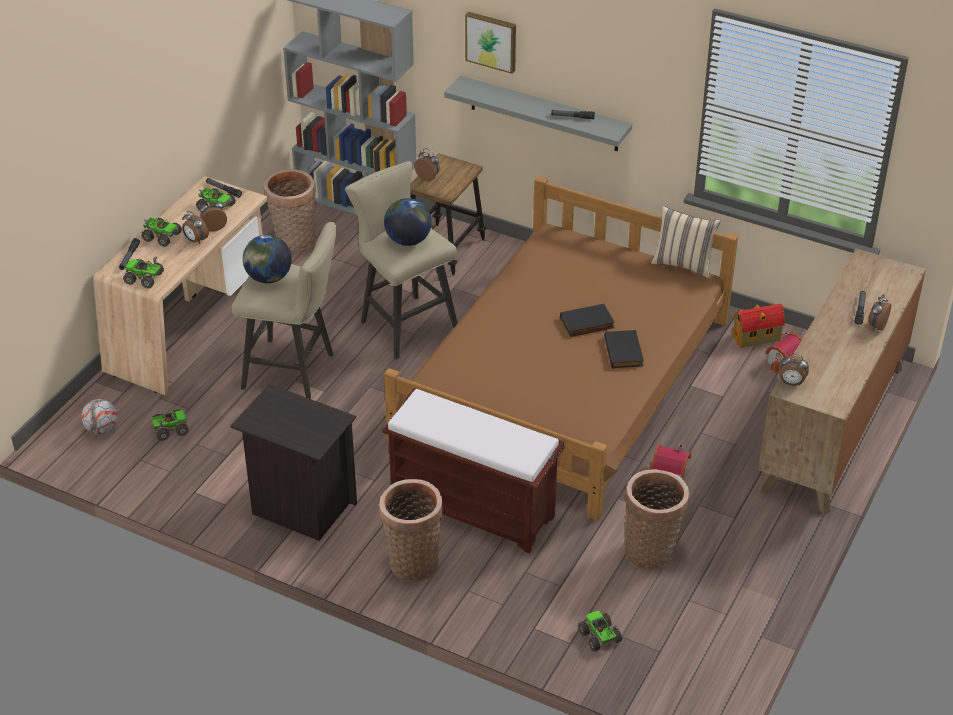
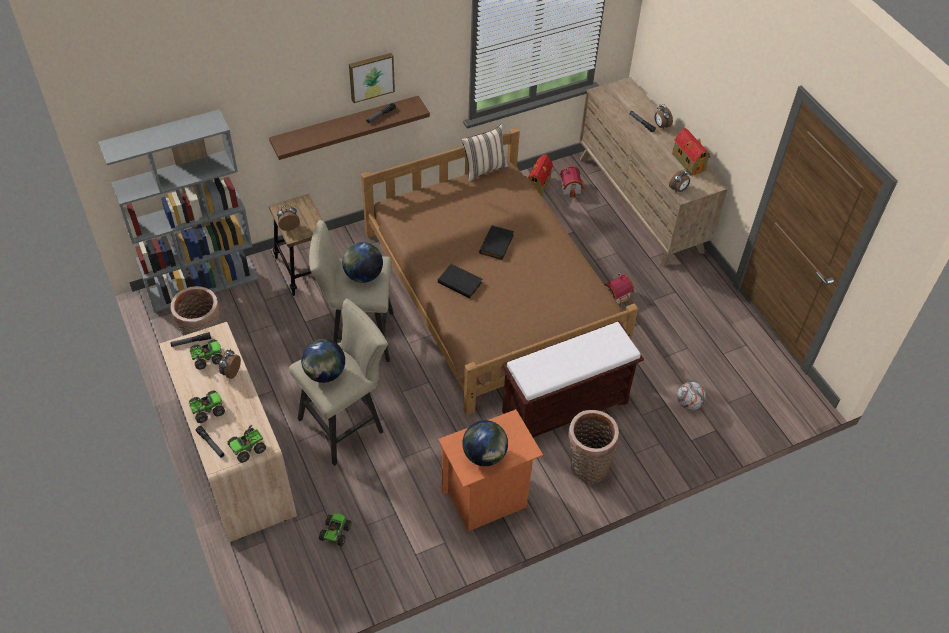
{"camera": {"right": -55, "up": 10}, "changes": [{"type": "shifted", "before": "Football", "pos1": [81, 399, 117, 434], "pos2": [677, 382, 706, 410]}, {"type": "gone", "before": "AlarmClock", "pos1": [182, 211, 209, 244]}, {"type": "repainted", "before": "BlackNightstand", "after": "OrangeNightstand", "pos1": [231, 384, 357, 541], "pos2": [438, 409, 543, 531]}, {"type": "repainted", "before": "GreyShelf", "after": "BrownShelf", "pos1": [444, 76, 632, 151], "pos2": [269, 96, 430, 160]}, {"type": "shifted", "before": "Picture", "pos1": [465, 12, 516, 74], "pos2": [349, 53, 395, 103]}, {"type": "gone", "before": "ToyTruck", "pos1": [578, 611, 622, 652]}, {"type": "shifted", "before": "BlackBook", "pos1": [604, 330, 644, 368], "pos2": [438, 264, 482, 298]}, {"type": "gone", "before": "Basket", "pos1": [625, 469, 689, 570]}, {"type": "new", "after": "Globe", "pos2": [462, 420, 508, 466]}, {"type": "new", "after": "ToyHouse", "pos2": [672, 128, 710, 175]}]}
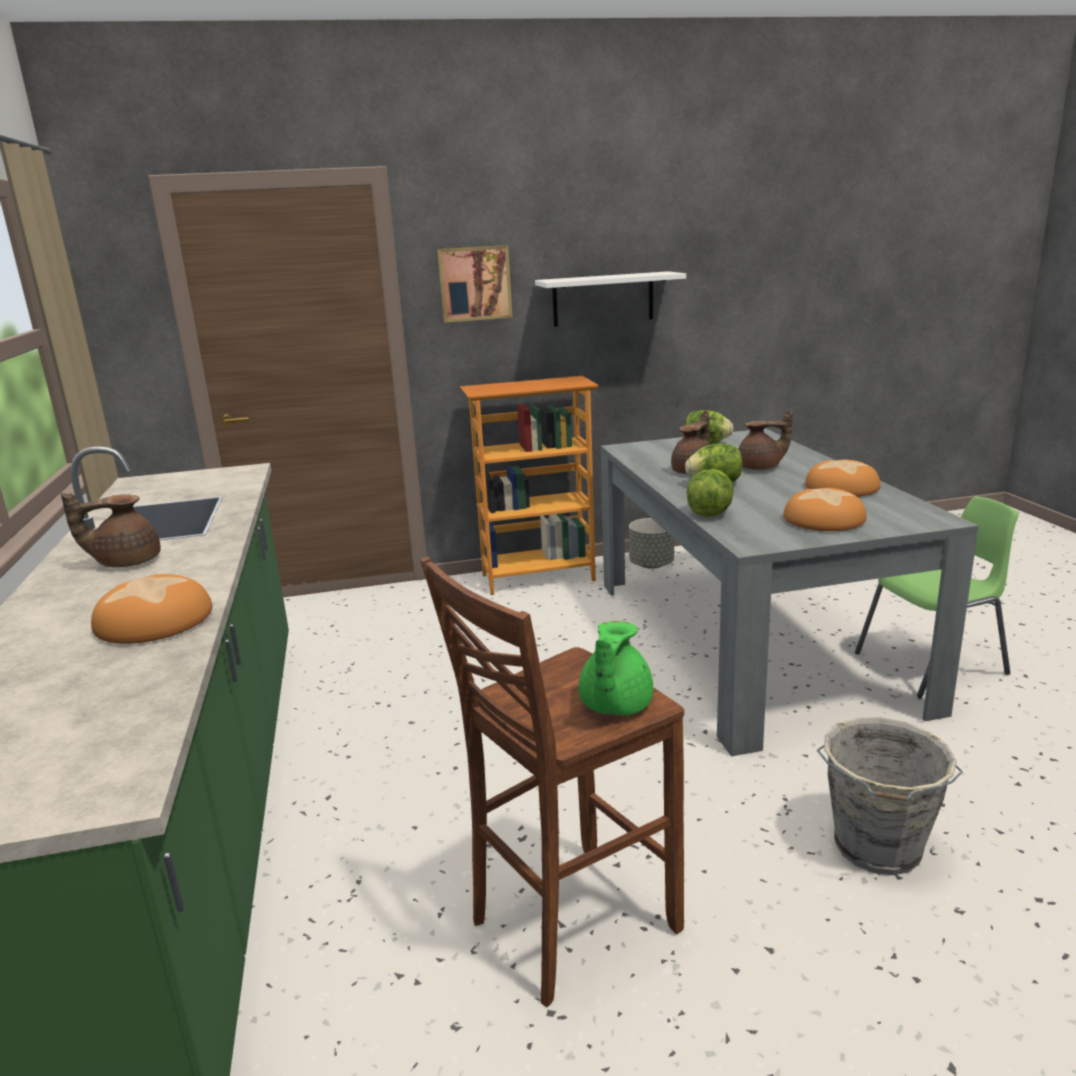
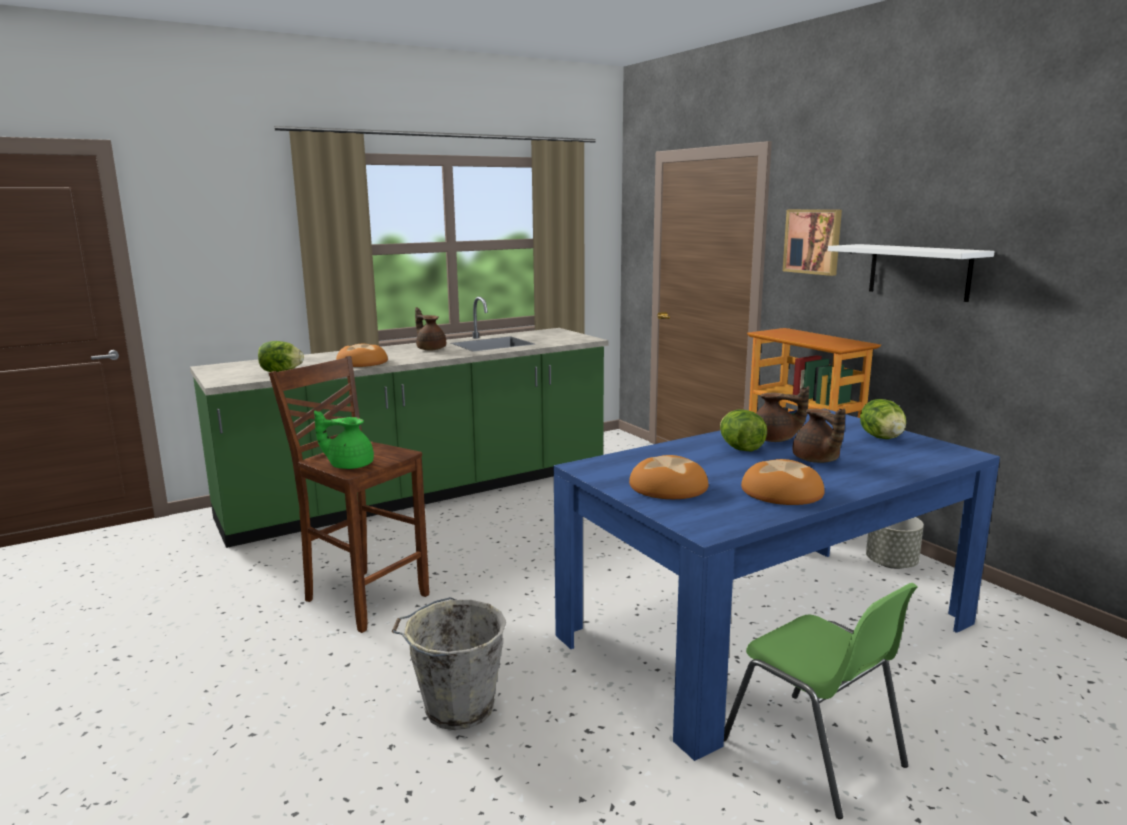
{"camera": {"right": 70, "up": -5}, "changes": [{"type": "repainted", "before": "GreyDiningTable", "after": "BlueDiningTable", "pos1": [601, 428, 978, 756], "pos2": [554, 409, 1000, 761]}, {"type": "shifted", "before": "Lettuce", "pos1": [686, 469, 734, 517], "pos2": [258, 341, 304, 372]}]}
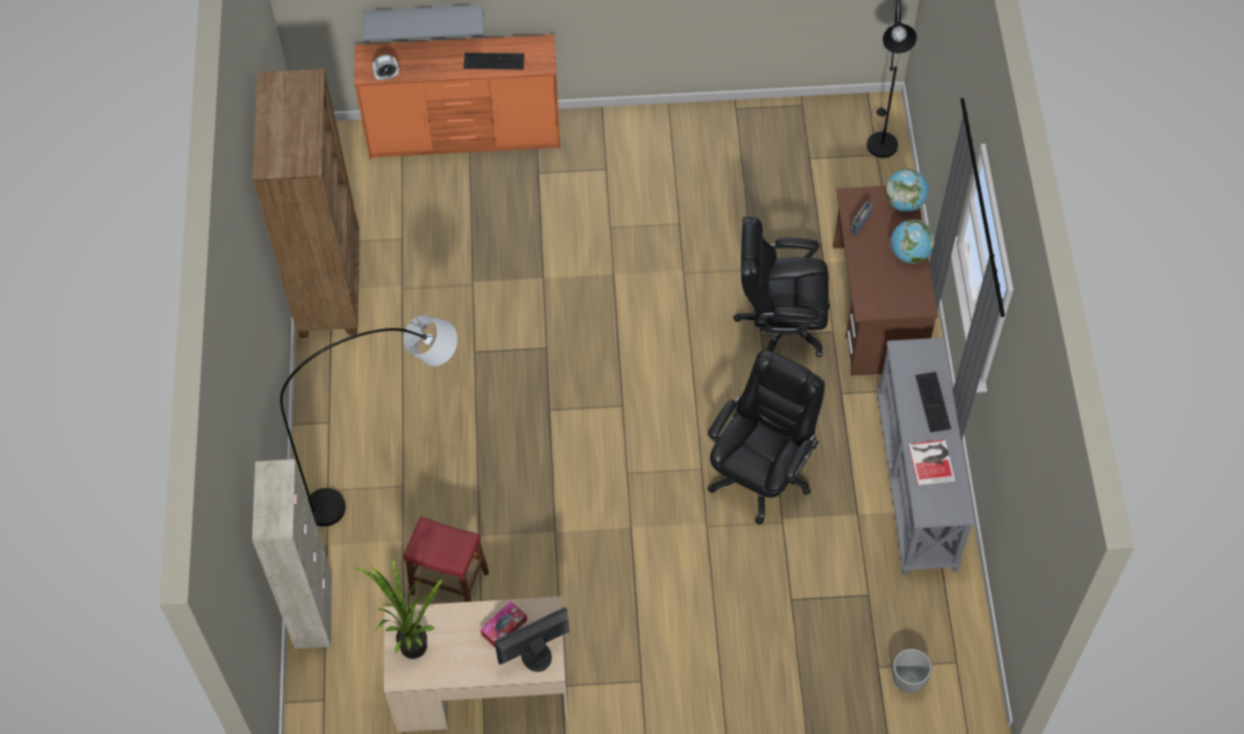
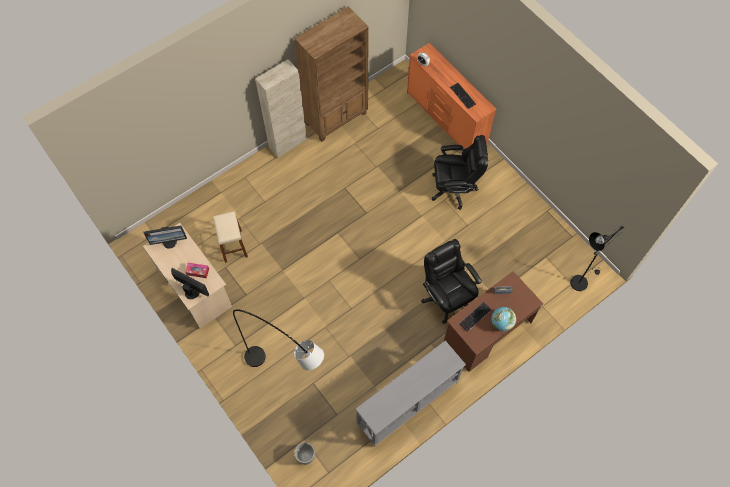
{"camera": {"right": 55, "up": 5}, "changes": [{"type": "shifted", "before": "BeigeCabinet", "pos1": [252, 459, 332, 649], "pos2": [255, 59, 307, 158]}, {"type": "shifted", "before": "GreyFloorLamp", "pos1": [280, 315, 457, 526], "pos2": [233, 309, 324, 371]}, {"type": "swapped", "before": "PottedPlant", "after": "Monitor", "pos1": [356, 558, 444, 659], "pos2": [144, 226, 187, 249]}, {"type": "gone", "before": "GreyShelf", "pos1": [363, 4, 484, 41]}, {"type": "repainted", "before": "RedStool", "after": "BeigeStool", "pos1": [403, 516, 489, 602], "pos2": [213, 211, 248, 263]}, {"type": "shifted", "before": "BlackOfficeChair", "pos1": [707, 350, 825, 525], "pos2": [432, 135, 488, 210]}, {"type": "gone", "before": "Globe", "pos1": [886, 169, 929, 212]}, {"type": "gone", "before": "Book", "pos1": [908, 439, 955, 486]}, {"type": "shifted", "before": "Keyboard", "pos1": [915, 372, 951, 432], "pos2": [459, 302, 491, 332]}]}
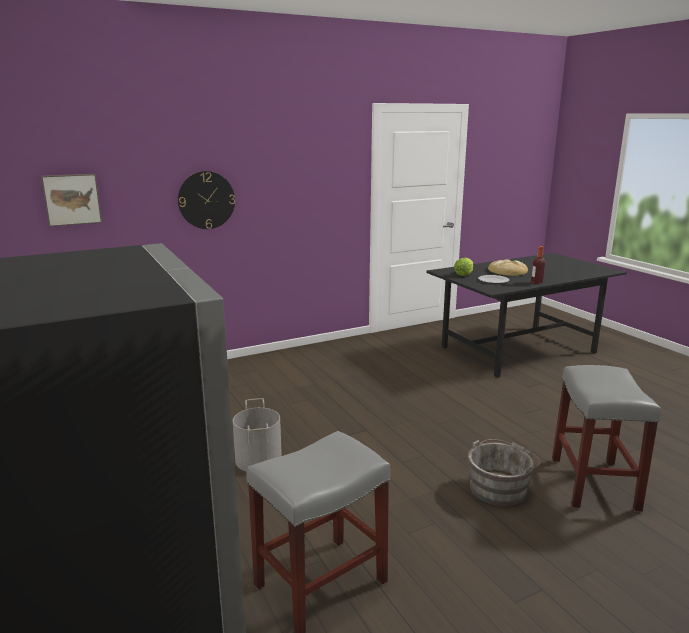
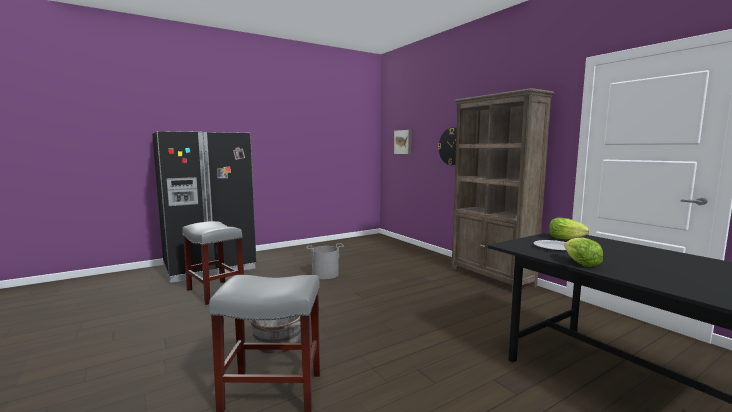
{"camera": {"right": 85, "up": -10}, "changes": [{"type": "gone", "before": "Bread", "pos1": [488, 259, 528, 276]}, {"type": "swapped", "before": "Bottle", "after": "Lettuce", "pos1": [531, 246, 545, 284], "pos2": [564, 237, 603, 267]}, {"type": "new", "after": "BrownBookcase", "pos2": [451, 88, 554, 293]}]}
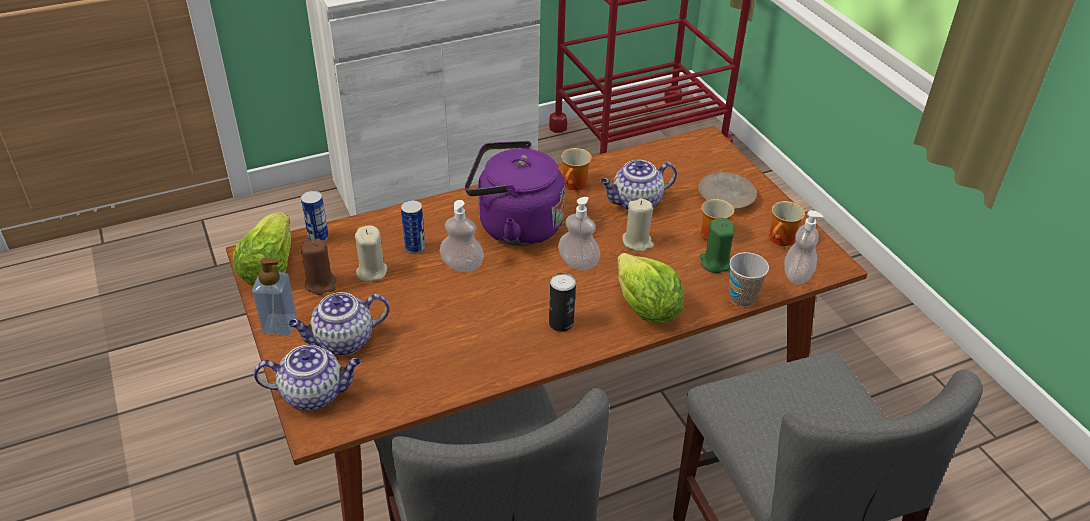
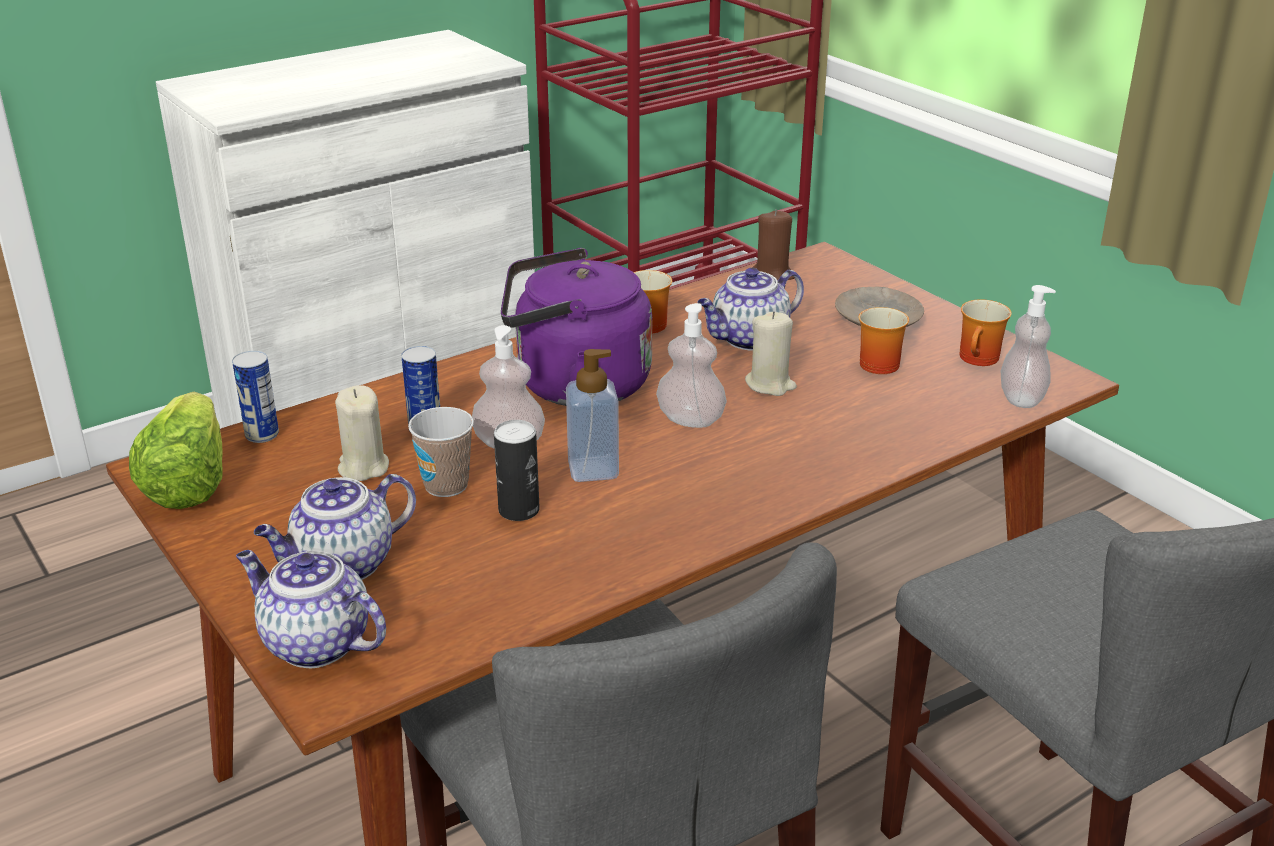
{"camera": {"right": -10, "up": -10}, "changes": [{"type": "shifted", "before": "SoapDispenser", "pos1": [252, 257, 297, 335], "pos2": [566, 349, 619, 482]}, {"type": "rotated", "before": "Teapot", "pos1": [254, 345, 361, 411], "pos2": [236, 550, 386, 669], "turn": -135}, {"type": "shifted", "before": "BrownCandle", "pos1": [301, 238, 336, 295], "pos2": [753, 209, 794, 280]}, {"type": "shifted", "before": "Can", "pos1": [549, 273, 576, 332], "pos2": [494, 420, 540, 521]}, {"type": "gone", "before": "Lettuce", "pos1": [617, 253, 683, 324]}, {"type": "gone", "before": "GreenCandle", "pos1": [700, 218, 735, 273]}, {"type": "shifted", "before": "Cup", "pos1": [729, 252, 769, 307], "pos2": [408, 407, 474, 497]}]}
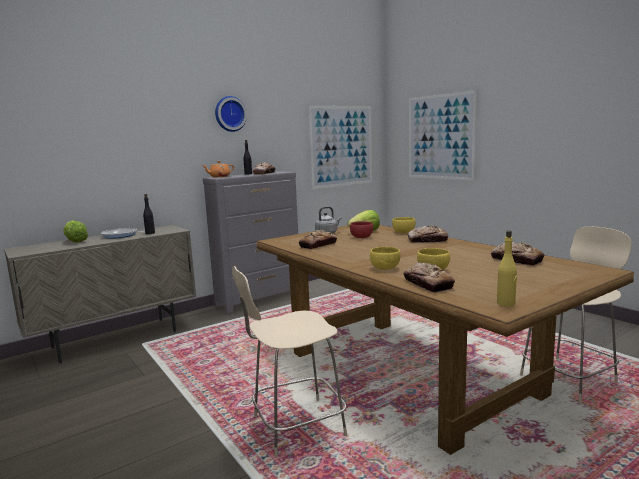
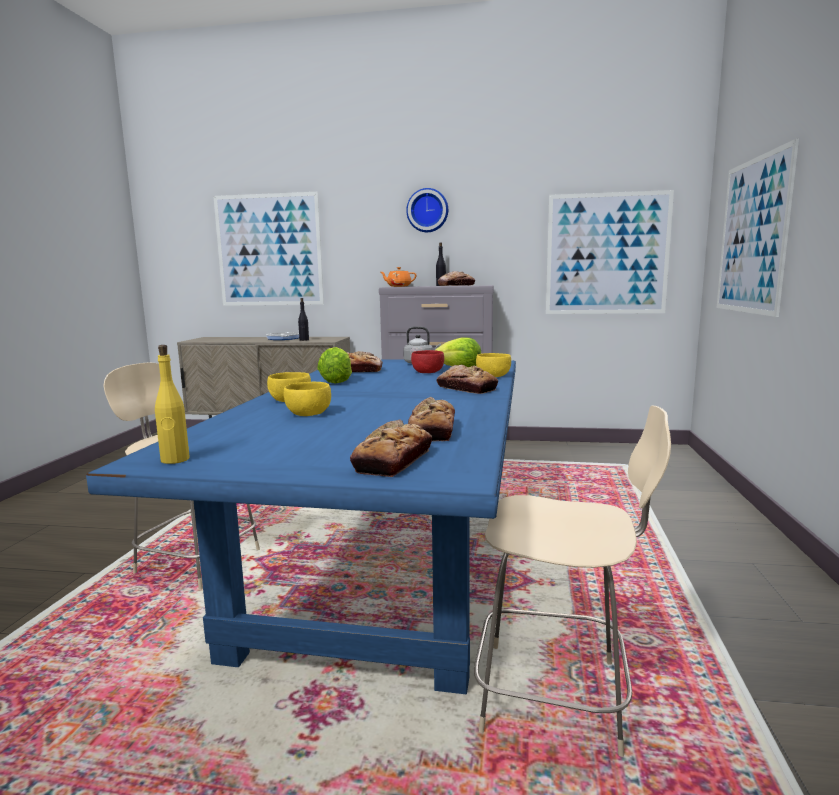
{"camera": {"right": 45, "up": 0}, "changes": [{"type": "shifted", "before": "Lettuce", "pos1": [63, 220, 88, 243], "pos2": [317, 347, 352, 383]}, {"type": "repainted", "before": "BrownDiningTable", "after": "BlueDiningTable", "pos1": [256, 225, 634, 455], "pos2": [86, 359, 516, 694]}, {"type": "shifted", "before": "Bread", "pos1": [403, 262, 455, 292], "pos2": [350, 420, 432, 477]}, {"type": "new", "after": "Picture", "pos2": [213, 192, 324, 306]}]}
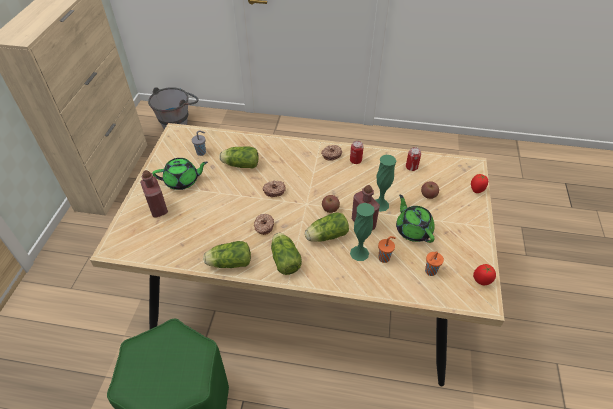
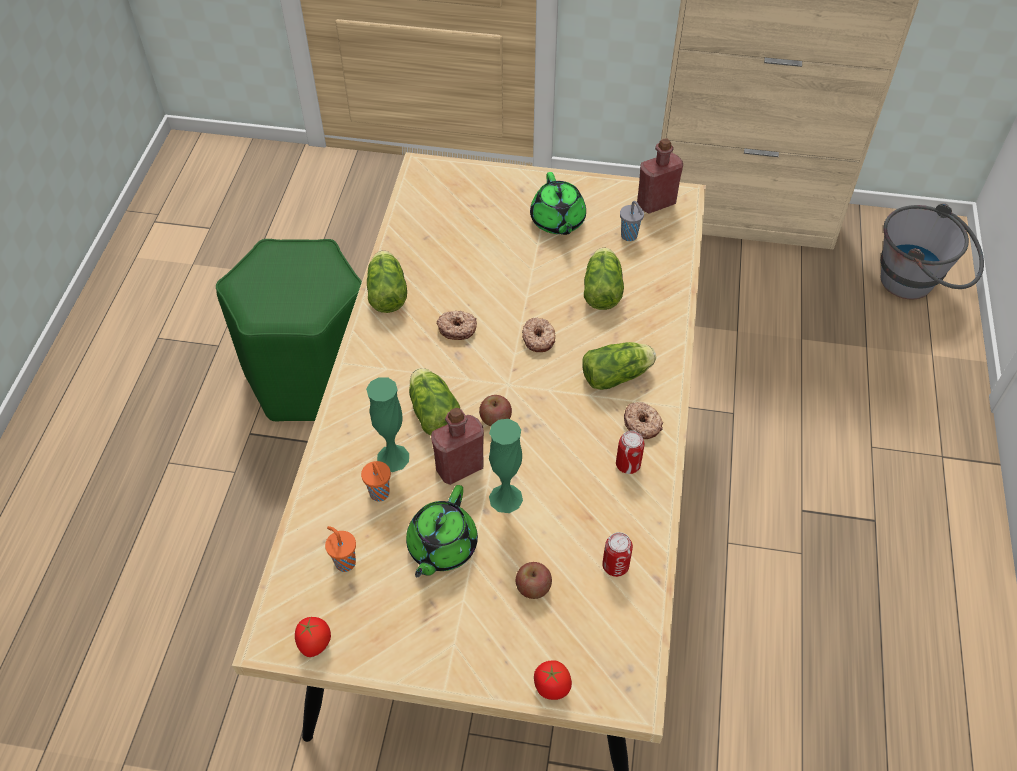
{"camera": {"right": 90, "up": 5}, "changes": [{"type": "shifted", "before": "RedBottle", "pos1": [140, 170, 168, 217], "pos2": [637, 138, 683, 214]}, {"type": "shifted", "before": "Lettuce", "pos1": [271, 233, 302, 275], "pos2": [582, 342, 656, 390]}, {"type": "rotated", "before": "GreenTeapot", "pos1": [396, 194, 435, 243], "pos2": [406, 485, 478, 577], "turn": 135}]}
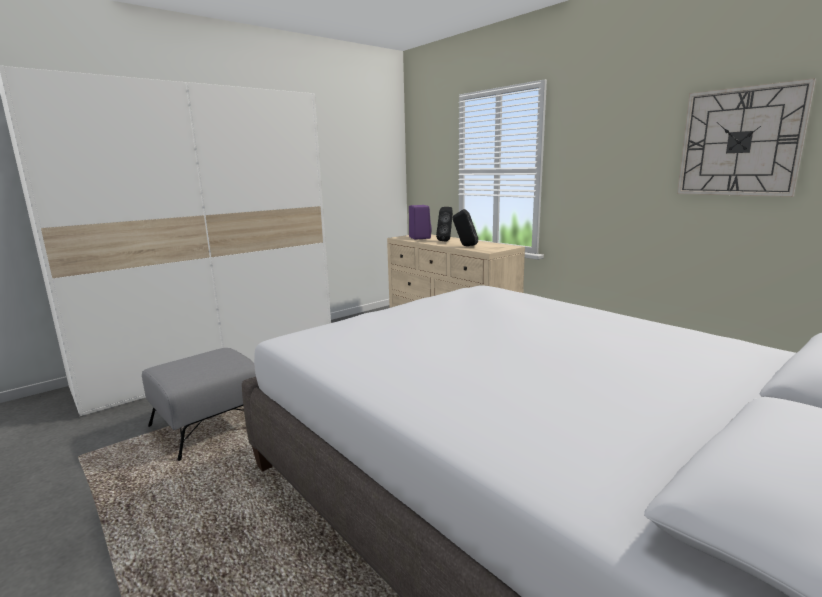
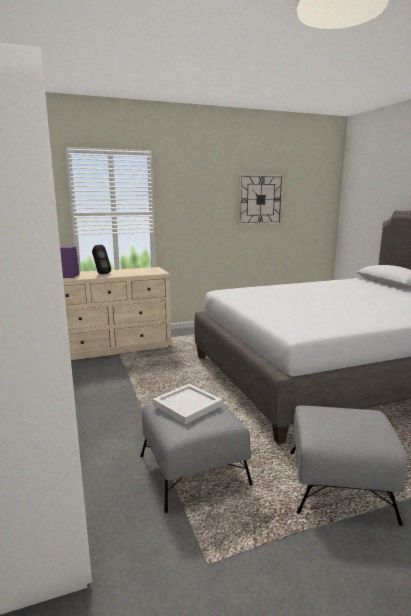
{"camera": {"right": -70, "up": 0}, "changes": [{"type": "gone", "before": "BlackSpeaker", "pos1": [453, 209, 478, 246]}, {"type": "new", "after": "WhiteTray", "pos2": [153, 384, 222, 424]}, {"type": "new", "after": "GreyOttoman", "pos2": [290, 405, 407, 526]}]}
